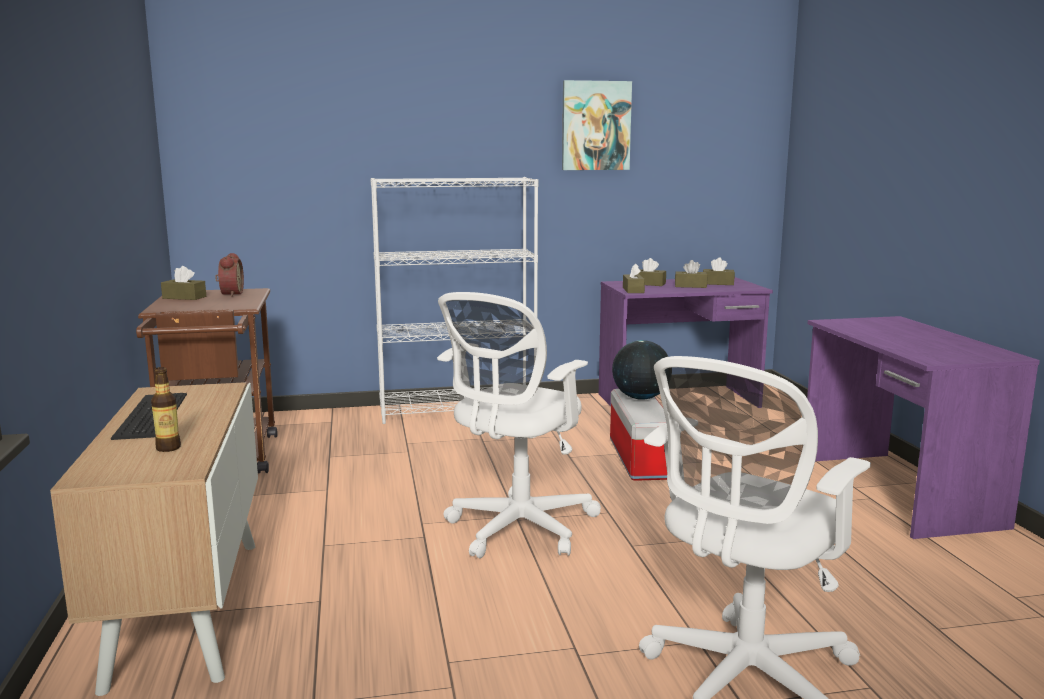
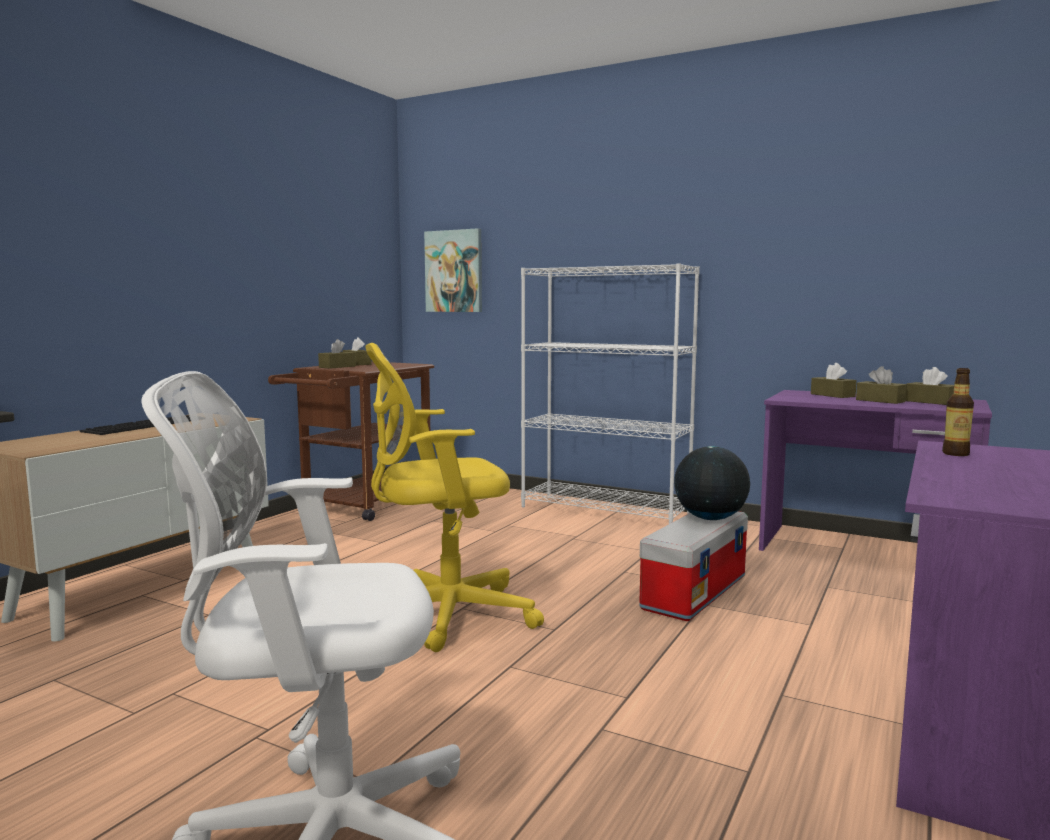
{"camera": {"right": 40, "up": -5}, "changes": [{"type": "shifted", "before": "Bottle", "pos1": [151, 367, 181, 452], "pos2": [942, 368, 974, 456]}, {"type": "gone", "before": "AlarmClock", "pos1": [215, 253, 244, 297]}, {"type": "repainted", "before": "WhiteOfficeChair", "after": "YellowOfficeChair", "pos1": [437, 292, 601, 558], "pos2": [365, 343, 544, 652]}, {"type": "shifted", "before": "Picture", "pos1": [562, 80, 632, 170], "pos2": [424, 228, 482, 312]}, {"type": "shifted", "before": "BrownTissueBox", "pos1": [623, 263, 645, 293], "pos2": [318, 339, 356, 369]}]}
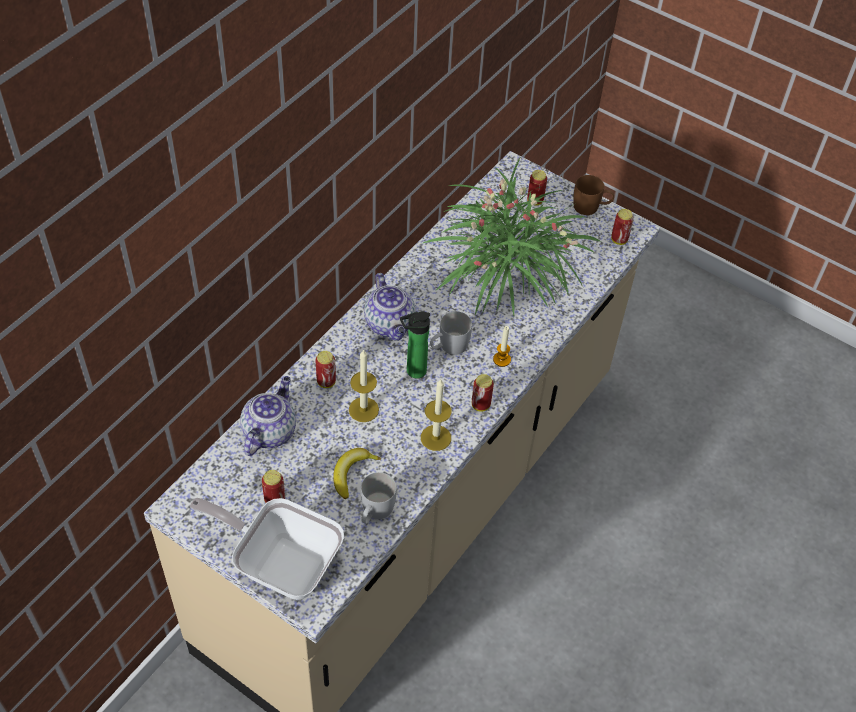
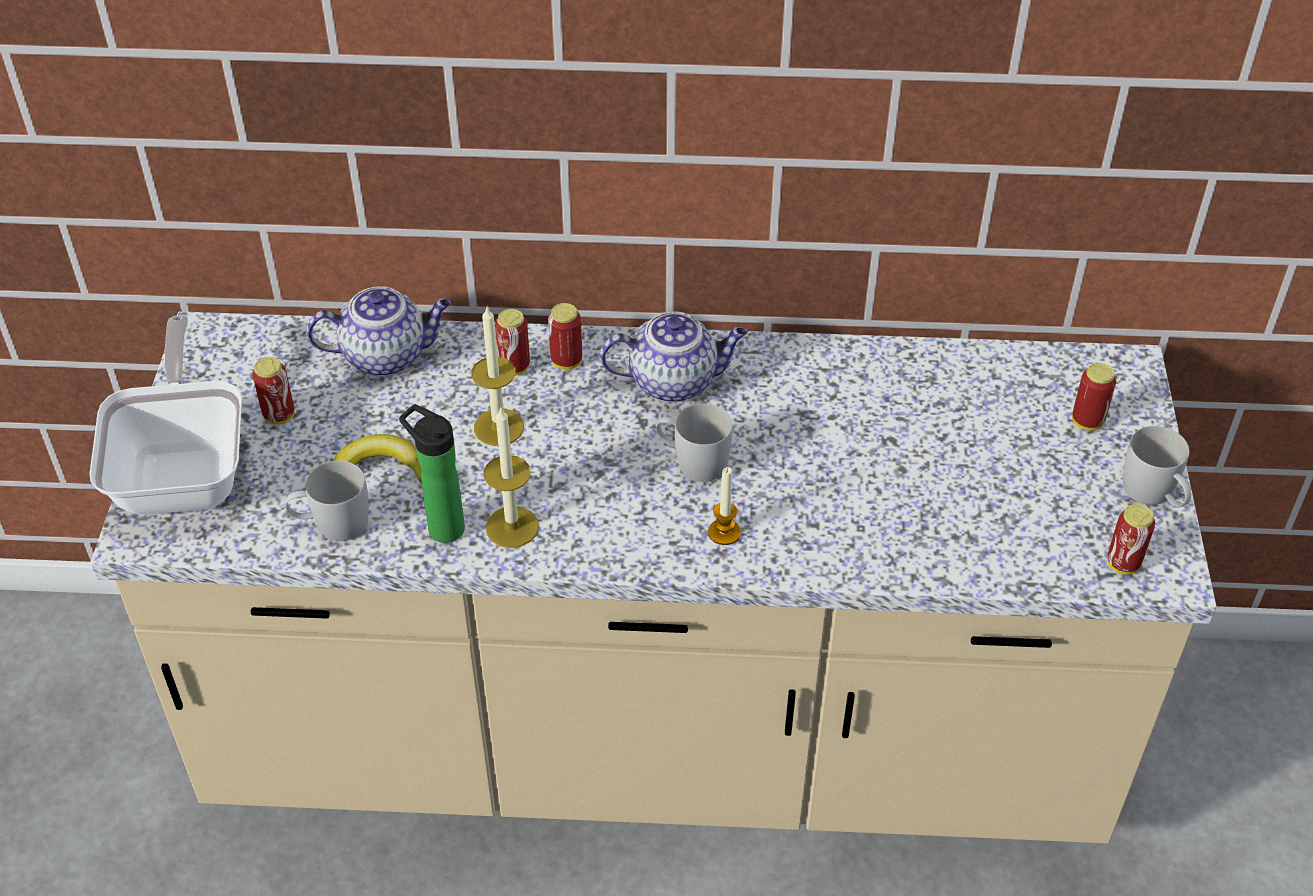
{"camera": {"right": 60, "up": -5}, "changes": [{"type": "rotated", "before": "Teapot", "pos1": [364, 273, 416, 341], "pos2": [600, 311, 747, 402], "turn": -135}, {"type": "shifted", "before": "Bottle", "pos1": [400, 311, 430, 379], "pos2": [399, 404, 465, 543]}, {"type": "gone", "before": "PottedPlant", "pos1": [421, 158, 601, 316]}, {"type": "shifted", "before": "Can", "pos1": [472, 374, 494, 412], "pos2": [548, 303, 582, 369]}, {"type": "repainted", "before": "BrownMug", "after": "WhiteMug", "pos1": [573, 175, 614, 215], "pos2": [1123, 426, 1191, 507]}]}
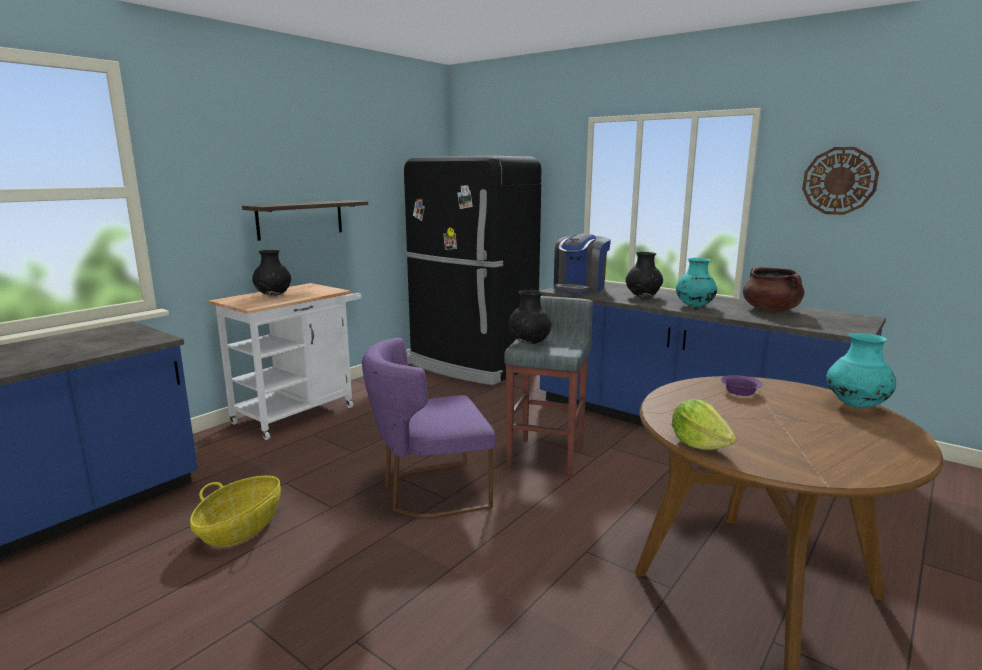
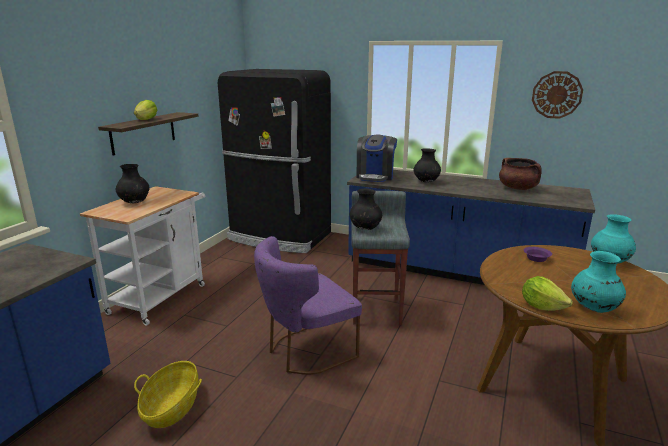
{"camera": {"right": -15, "up": 5}, "changes": [{"type": "shifted", "before": "TurquoiseVase", "pos1": [676, 258, 717, 307], "pos2": [571, 251, 626, 313]}, {"type": "new", "after": "Lettuce", "pos2": [134, 100, 157, 120]}]}
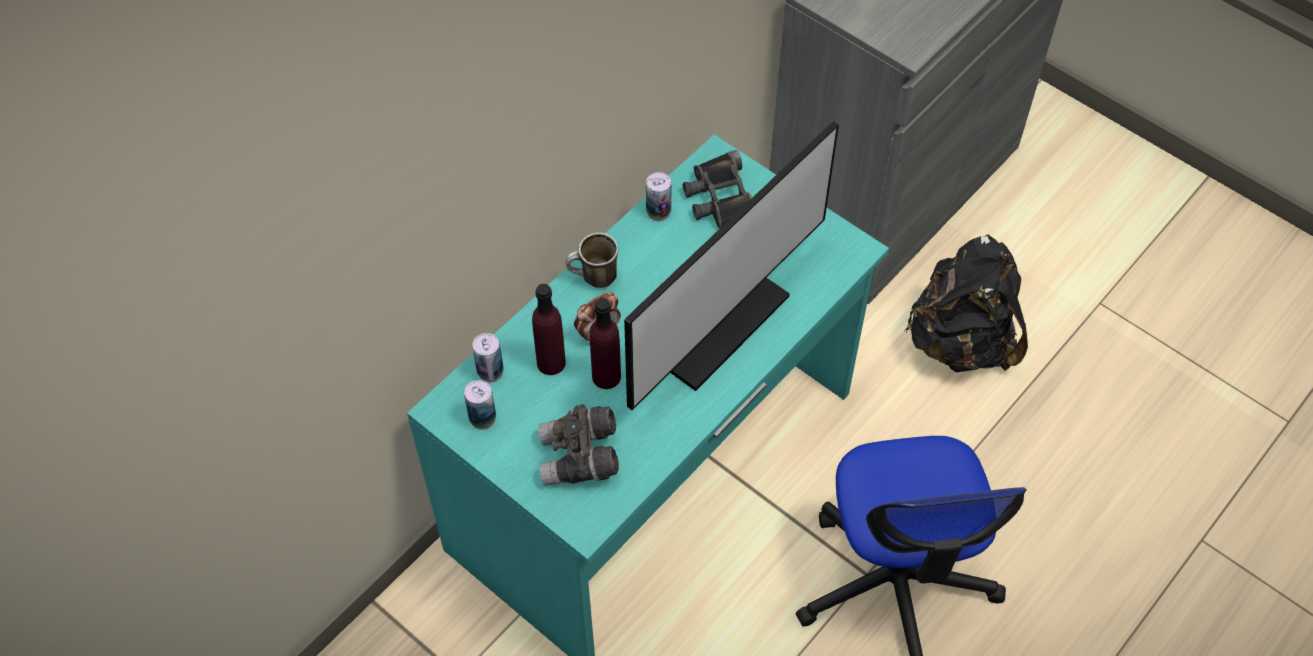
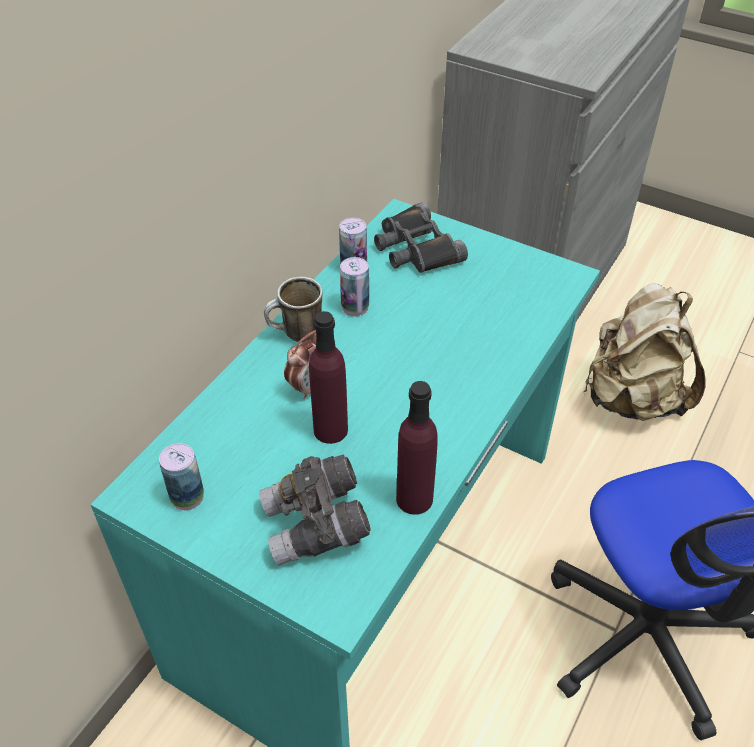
{"camera": {"right": -10, "up": -10}, "changes": [{"type": "shifted", "before": "Can", "pos1": [472, 333, 504, 383], "pos2": [340, 257, 369, 317]}, {"type": "shifted", "before": "PurpleBottle", "pos1": [532, 284, 566, 375], "pos2": [396, 381, 438, 515]}, {"type": "gone", "before": "Monitor", "pos1": [624, 121, 839, 410]}, {"type": "repainted", "before": "BlackBackpack", "after": "BeigeBackpack", "pos1": [906, 235, 1028, 372], "pos2": [584, 283, 706, 421]}]}
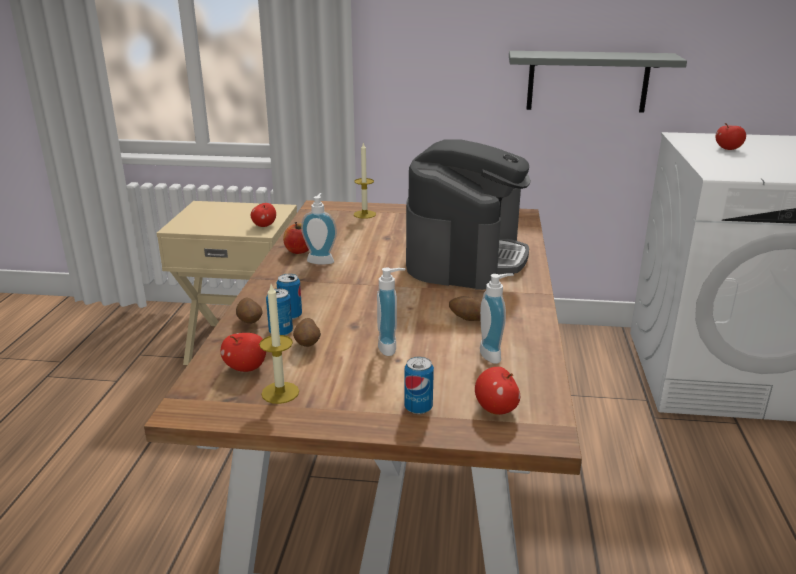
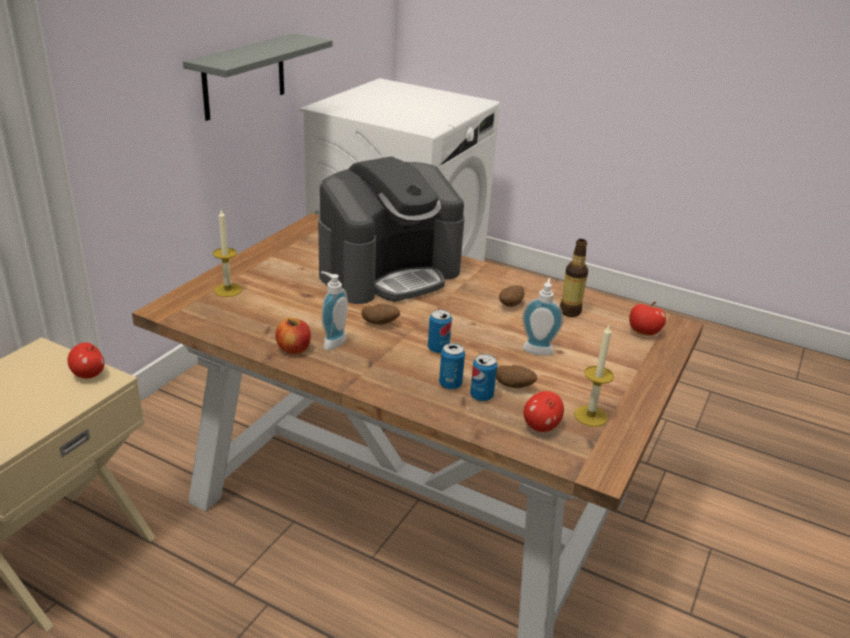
{"camera": {"right": -70, "up": 5}, "changes": [{"type": "shifted", "before": "Potato", "pos1": [236, 297, 262, 324], "pos2": [362, 304, 400, 325]}, {"type": "shifted", "before": "Can", "pos1": [404, 357, 434, 414], "pos2": [428, 309, 452, 354]}, {"type": "rotated", "before": "CoffeeMachine", "pos1": [406, 140, 531, 290], "pos2": [318, 156, 464, 304], "turn": 105}, {"type": "swapped", "before": "SoapDispenser", "after": "Bottle", "pos1": [480, 273, 514, 364], "pos2": [560, 239, 588, 317]}, {"type": "gone", "before": "Apple", "pos1": [715, 123, 746, 150]}]}
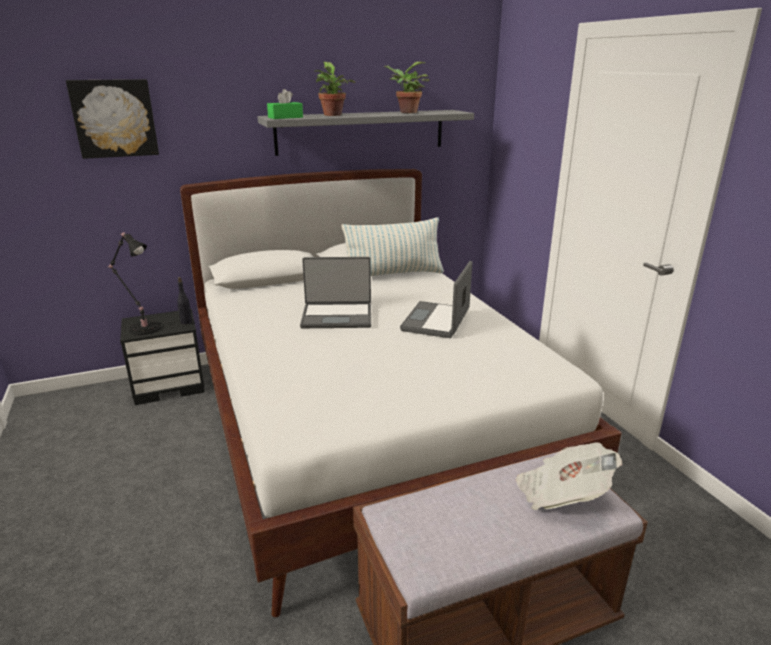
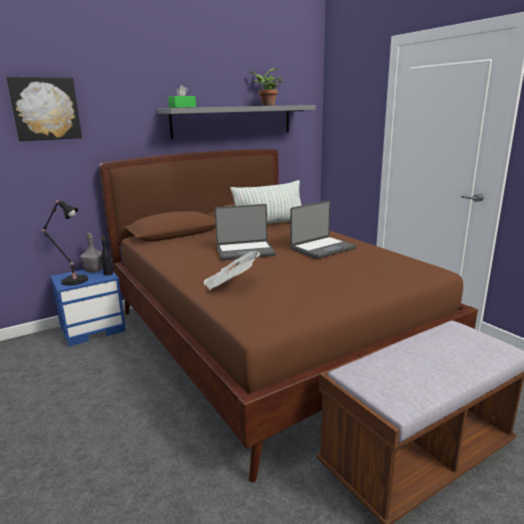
{"camera": {"right": -10, "up": -5}, "changes": [{"type": "repainted", "before": "BlackNightstand", "after": "BlueNightstand", "pos1": [120, 309, 205, 405], "pos2": [50, 269, 126, 347]}, {"type": "repainted", "before": "WhiteBed", "after": "BrownBed", "pos1": [180, 169, 622, 618], "pos2": [99, 149, 478, 483]}, {"type": "gone", "before": "PottedPlant", "pos1": [314, 62, 355, 116]}, {"type": "rotated", "before": "Laptop", "pos1": [400, 261, 472, 338], "pos2": [290, 201, 356, 259], "turn": -135}, {"type": "shifted", "before": "Newspaper", "pos1": [516, 442, 622, 510], "pos2": [203, 251, 260, 290]}, {"type": "new", "after": "GreyBottle", "pos2": [80, 233, 103, 272]}]}
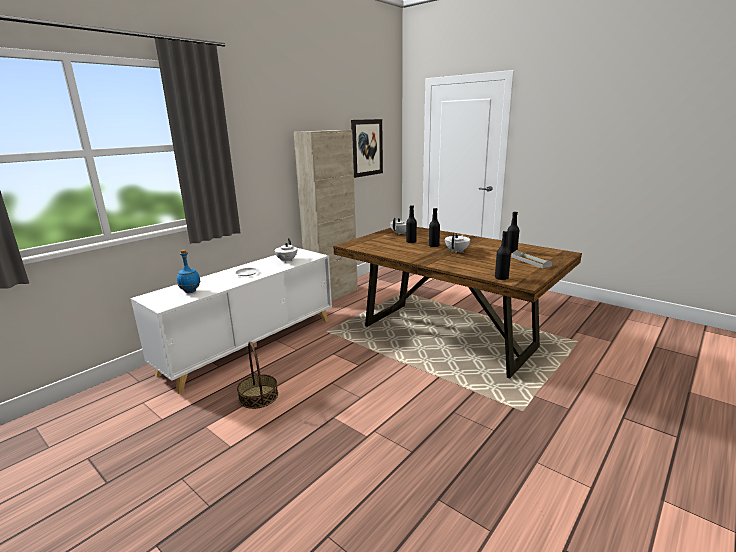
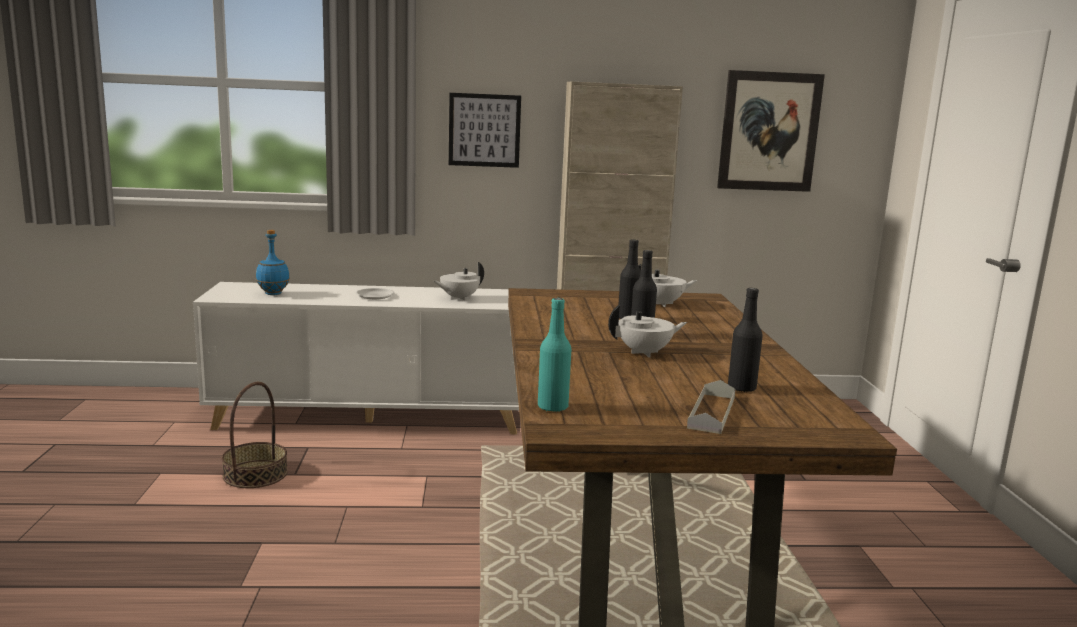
{"camera": {"right": 45, "up": -5}, "changes": [{"type": "repainted", "before": "BlackBottle", "after": "TurquoiseBottle", "pos1": [495, 231, 511, 280], "pos2": [538, 298, 571, 412]}, {"type": "new", "after": "Picture", "pos2": [449, 93, 521, 168]}]}
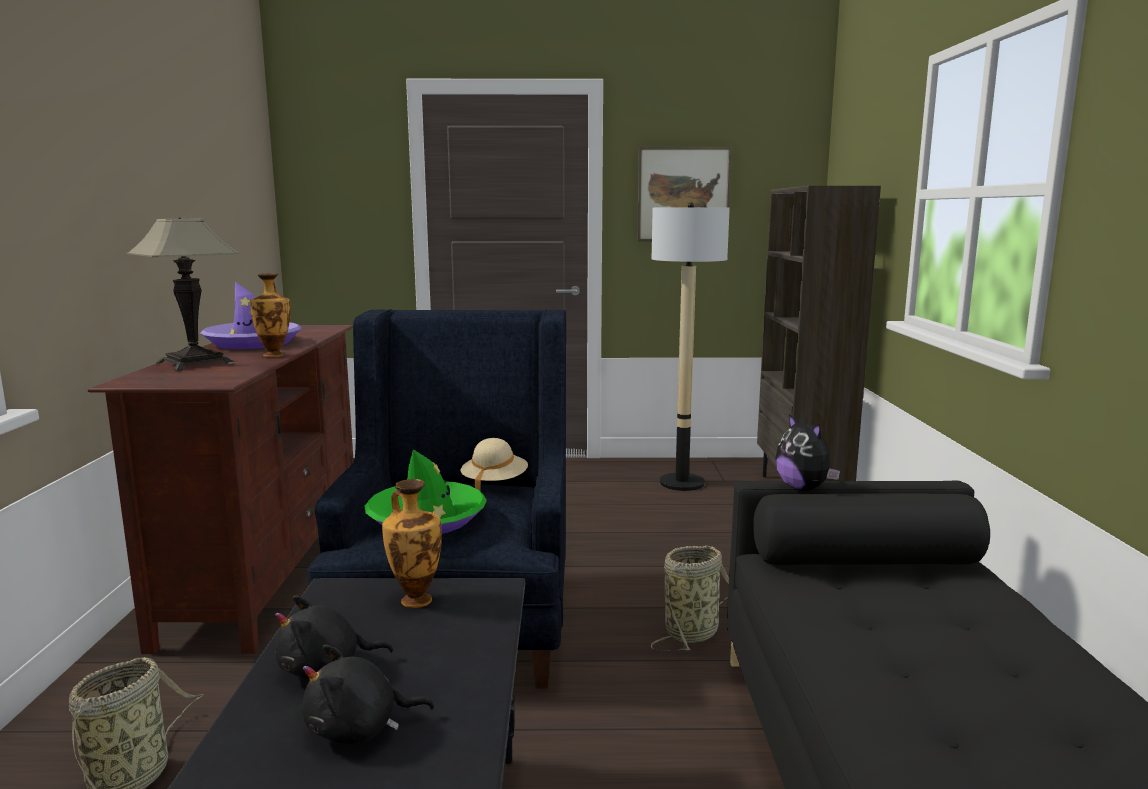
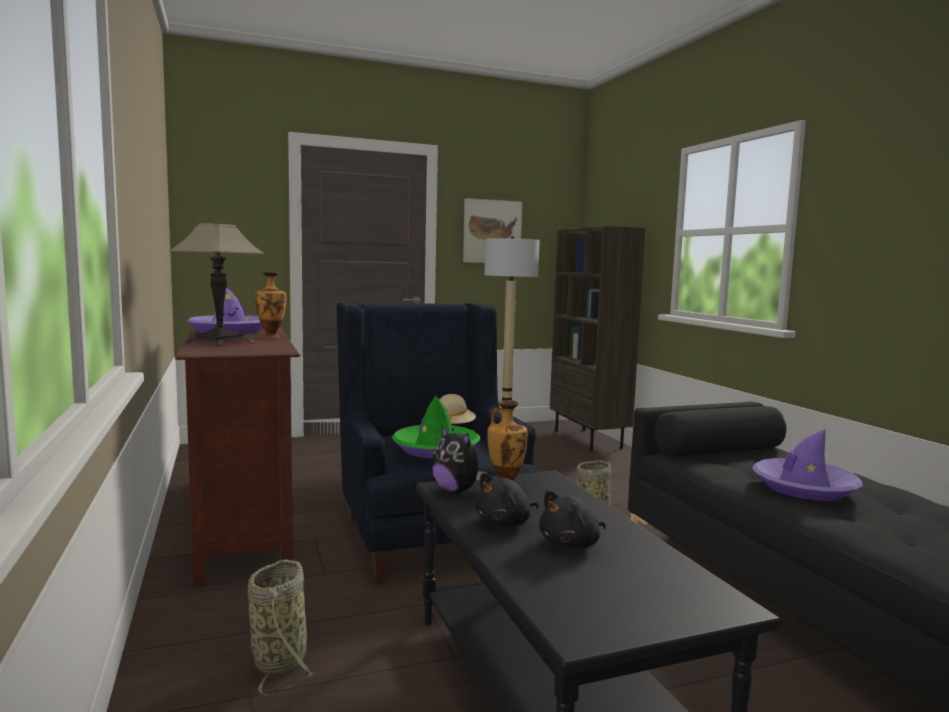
{"camera": {"right": -20, "up": -5}, "changes": [{"type": "shifted", "before": "PlushToy", "pos1": [775, 414, 840, 491], "pos2": [432, 426, 487, 493]}, {"type": "new", "after": "PurpleHat", "pos2": [752, 429, 863, 501]}]}
